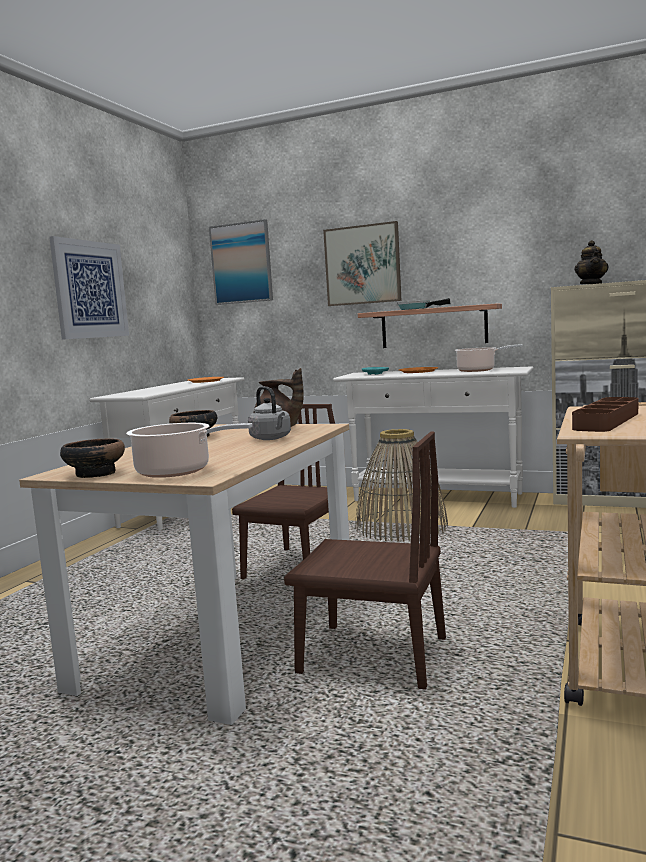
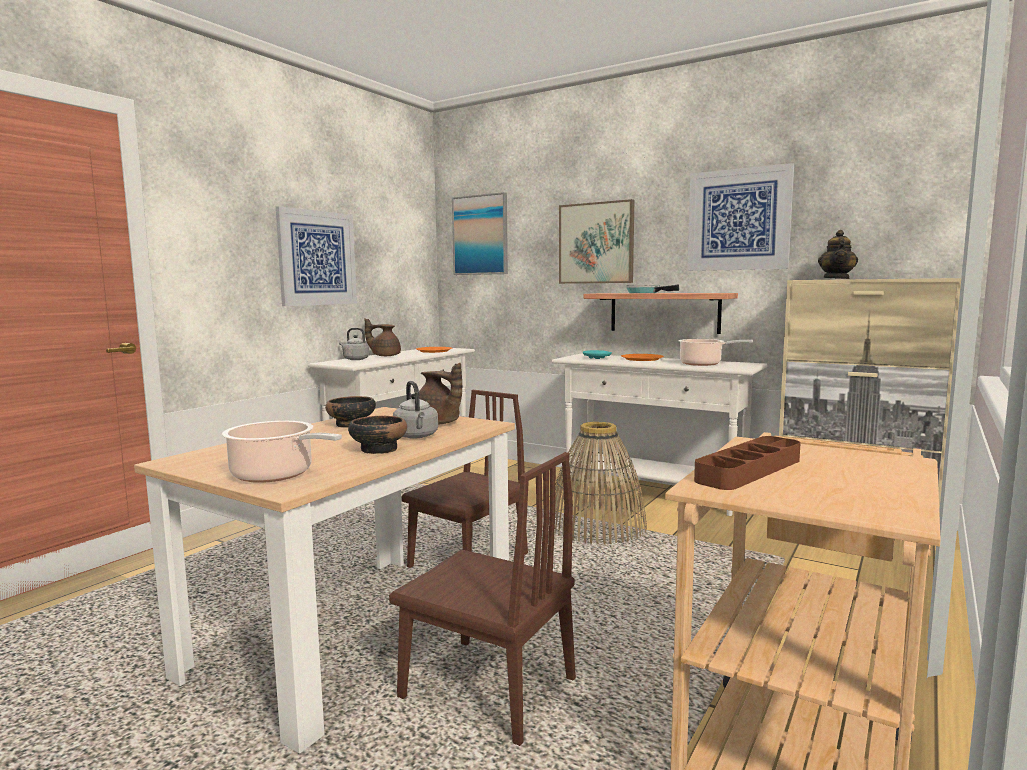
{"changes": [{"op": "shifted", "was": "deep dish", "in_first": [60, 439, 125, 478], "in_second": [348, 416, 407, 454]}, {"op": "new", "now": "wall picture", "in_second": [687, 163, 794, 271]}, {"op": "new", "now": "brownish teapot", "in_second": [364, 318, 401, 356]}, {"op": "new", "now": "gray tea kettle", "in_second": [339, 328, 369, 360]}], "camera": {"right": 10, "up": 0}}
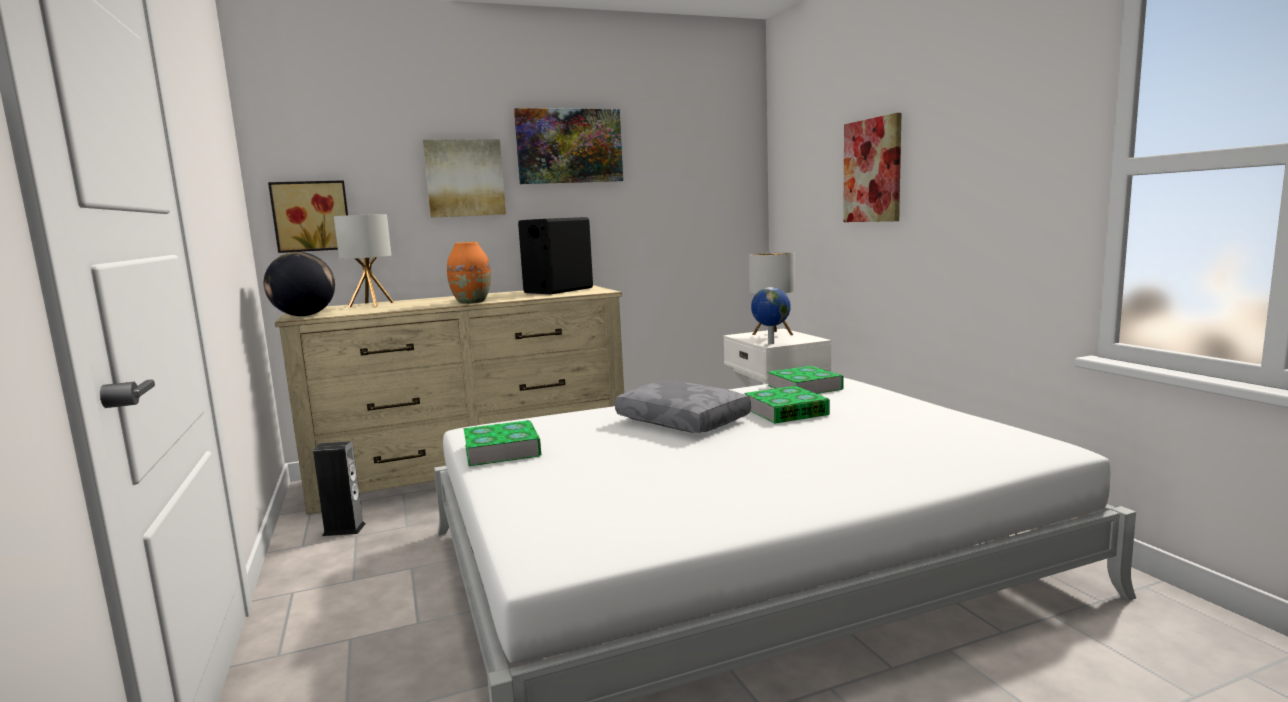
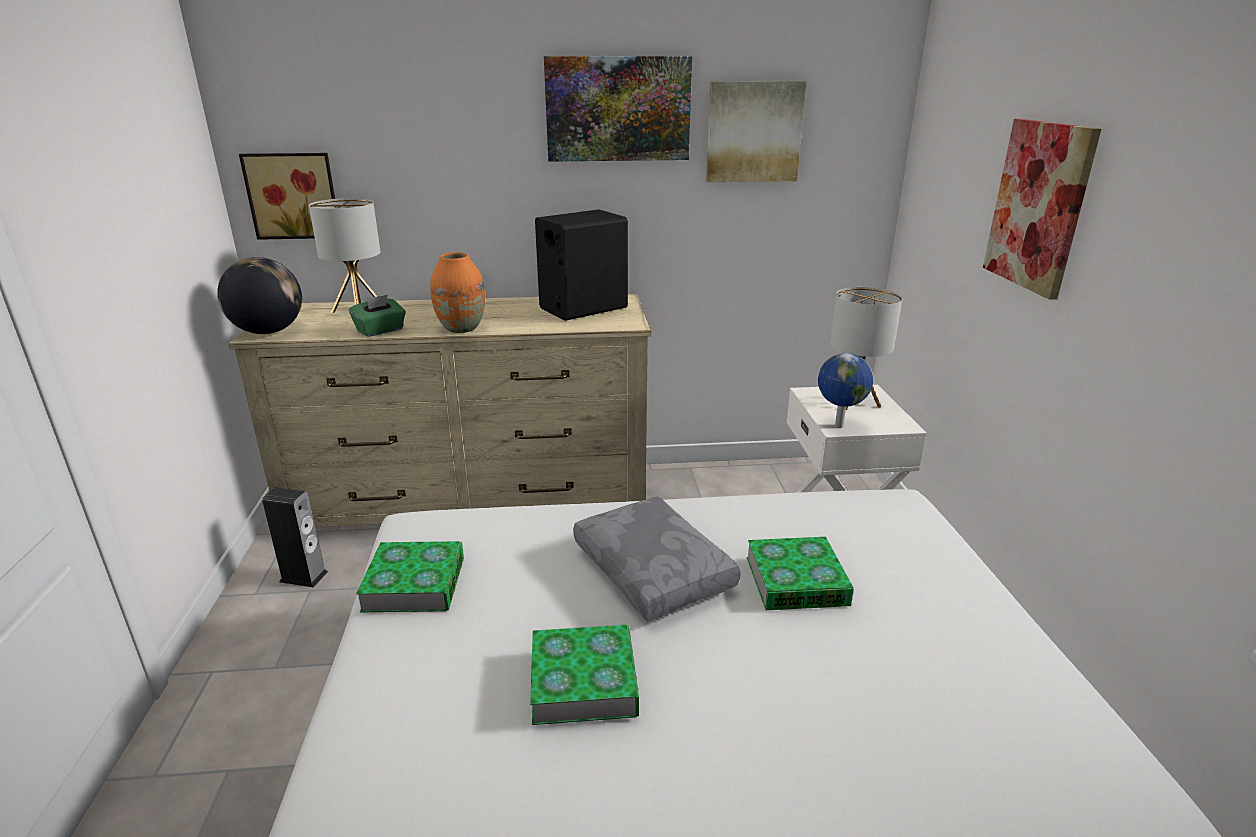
{"changes": [{"op": "shifted", "was": "wall picture", "in_first": [423, 139, 506, 218], "in_second": [706, 81, 807, 182]}, {"op": "shifted", "was": "book", "in_first": [767, 366, 844, 394], "in_second": [530, 625, 639, 725]}, {"op": "new", "now": "green tissue box", "in_second": [349, 295, 406, 337]}], "camera": {"right": 15, "up": 15}}
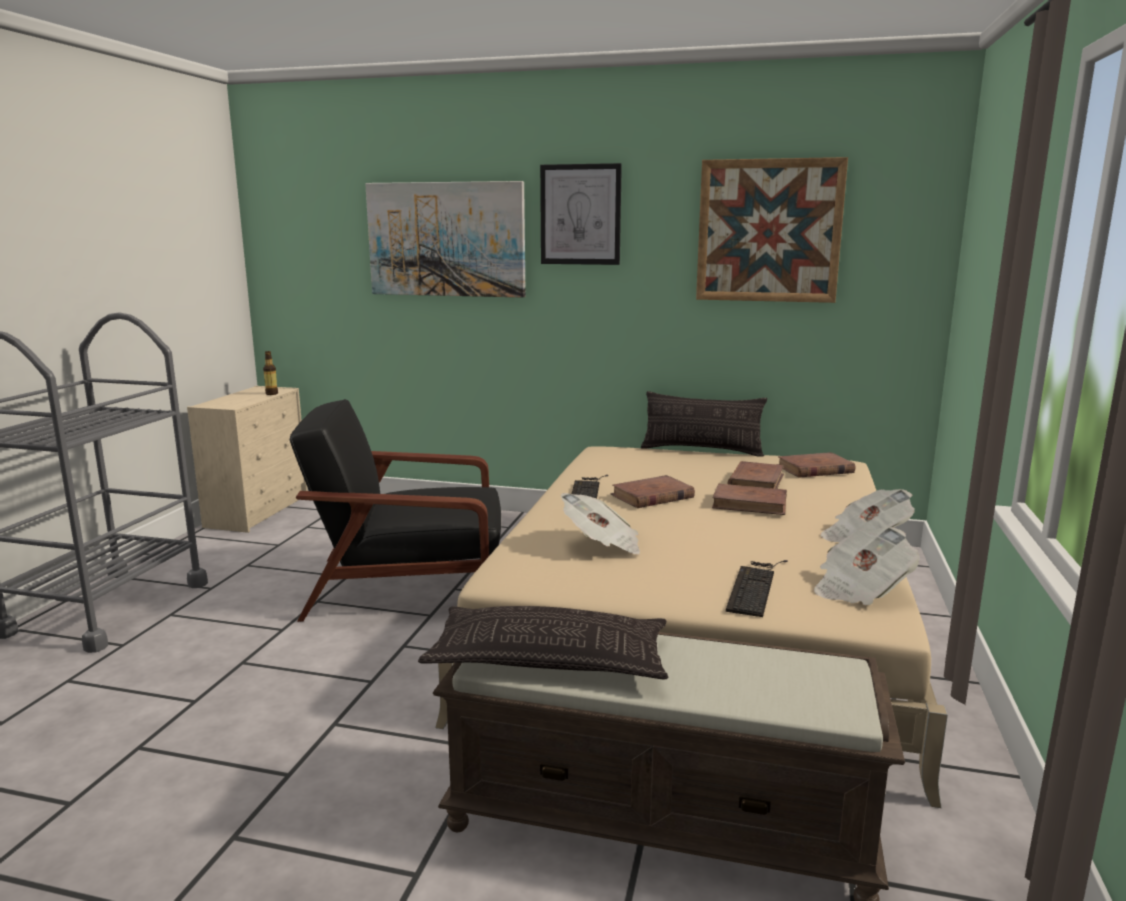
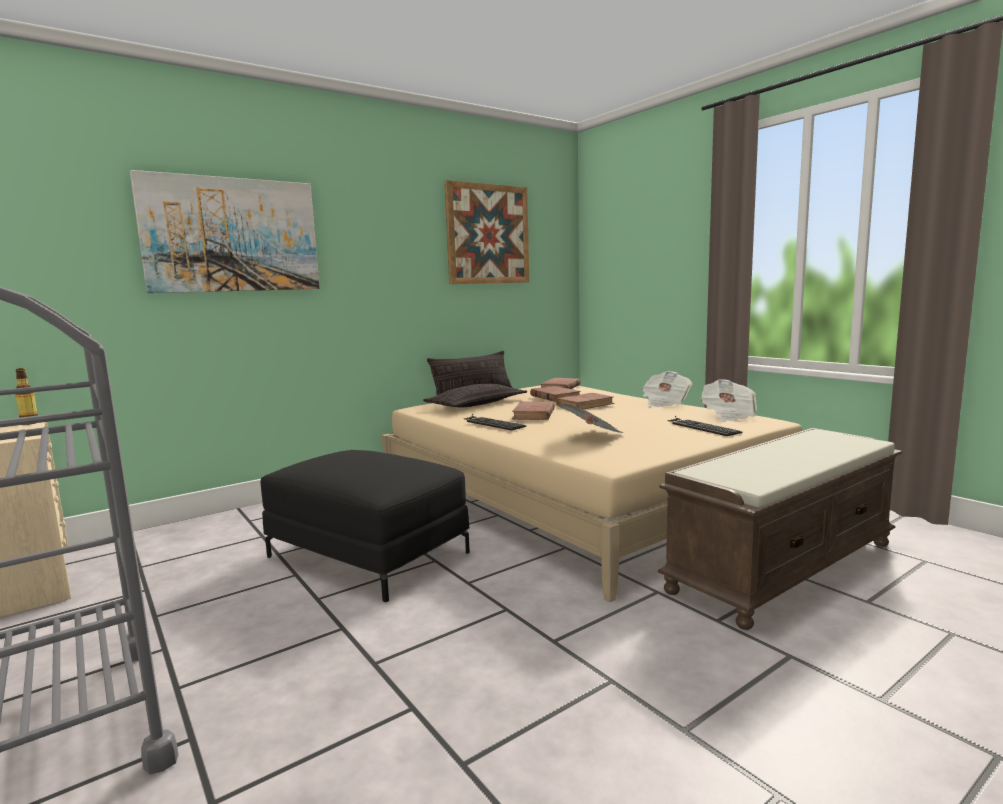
{"changes": [{"op": "gone", "was": "wall picture", "in_first": [540, 163, 622, 265]}, {"op": "swapped", "was": "black-coloured lounge chair", "now": "black-coloured pouffe", "in_first": [290, 399, 501, 622], "in_second": [260, 450, 470, 602]}, {"op": "shifted", "was": "throw pillow", "in_first": [418, 606, 669, 680], "in_second": [423, 383, 527, 407]}], "camera": {"right": -50, "up": -5}}
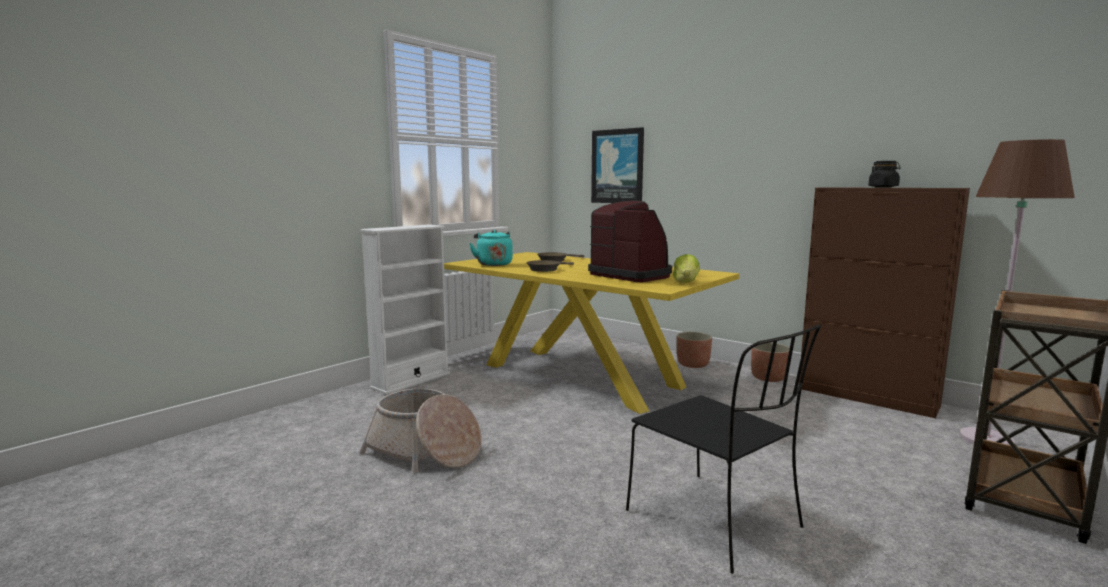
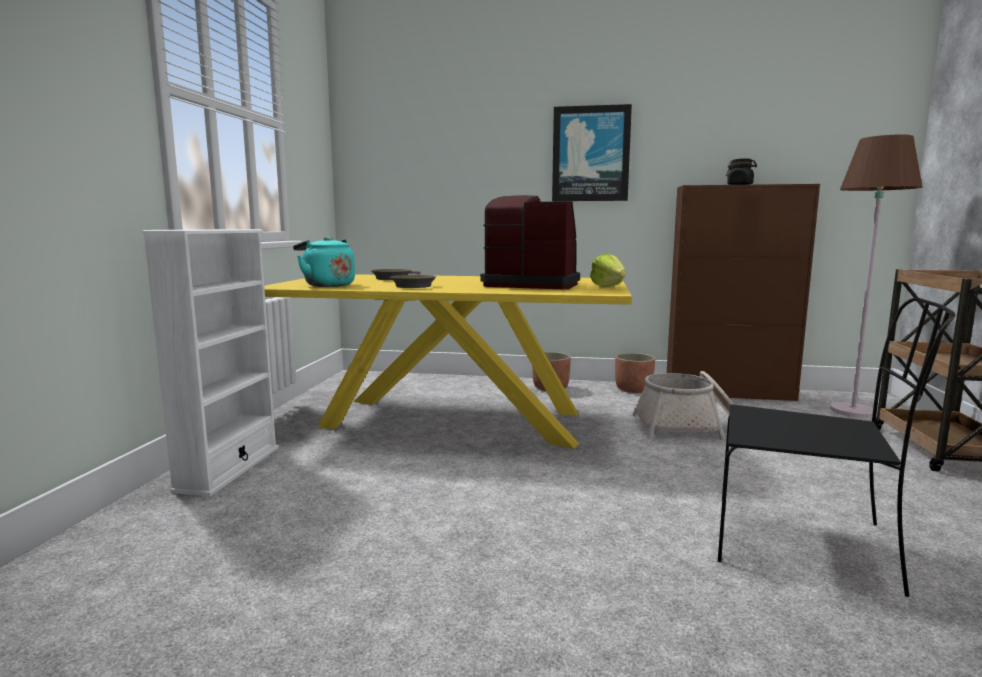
{"changes": [{"op": "shifted", "was": "wall picture", "in_first": [591, 127, 644, 203], "in_second": [552, 104, 632, 201]}, {"op": "shifted", "was": "household basket", "in_first": [360, 388, 482, 472], "in_second": [632, 371, 734, 440]}], "camera": {"right": -30, "up": 0}}
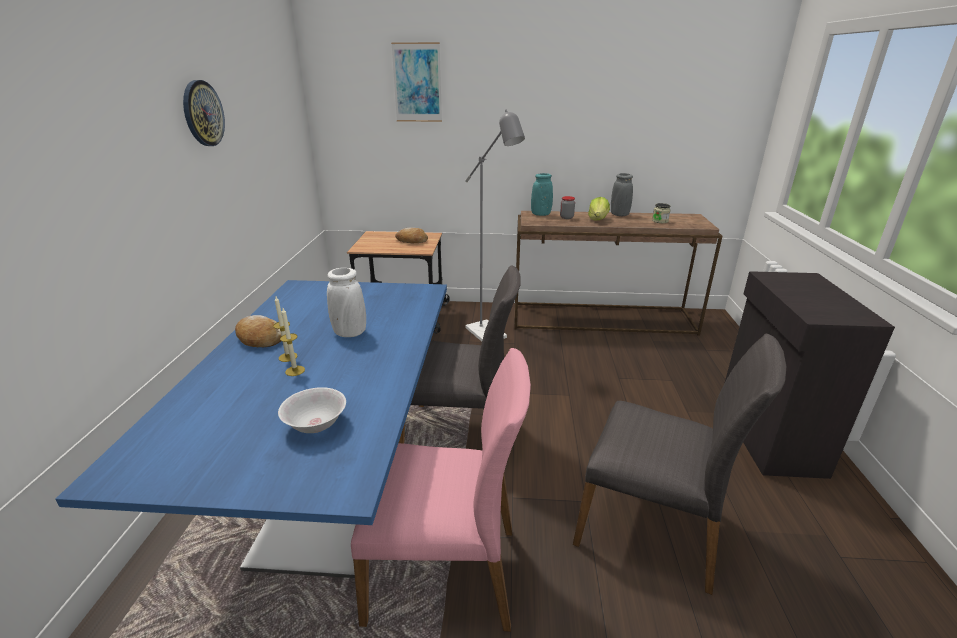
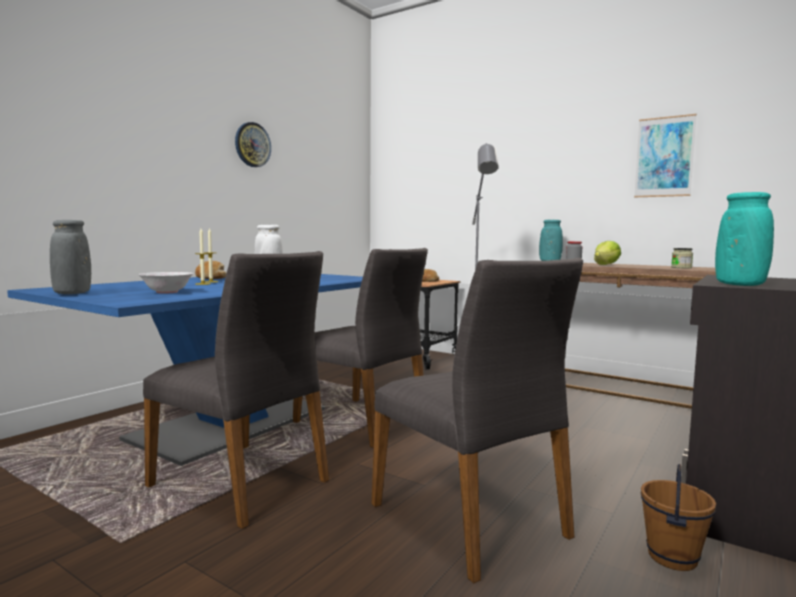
{"changes": [{"op": "shifted", "was": "wall picture", "in_first": [391, 42, 442, 122], "in_second": [634, 114, 697, 197]}, {"op": "shifted", "was": "gray decorative vase", "in_first": [611, 173, 633, 216], "in_second": [50, 220, 91, 294]}, {"op": "repainted", "was": "pink plain chair", "now": "gray plain chair", "in_first": [351, 348, 531, 632], "in_second": [143, 251, 329, 529]}, {"op": "new", "now": "turquoise-coloured decorative vase", "in_second": [715, 192, 774, 286]}, {"op": "new", "now": "brownish water bucket", "in_second": [641, 464, 716, 571]}], "camera": {"right": 30, "up": -20}}
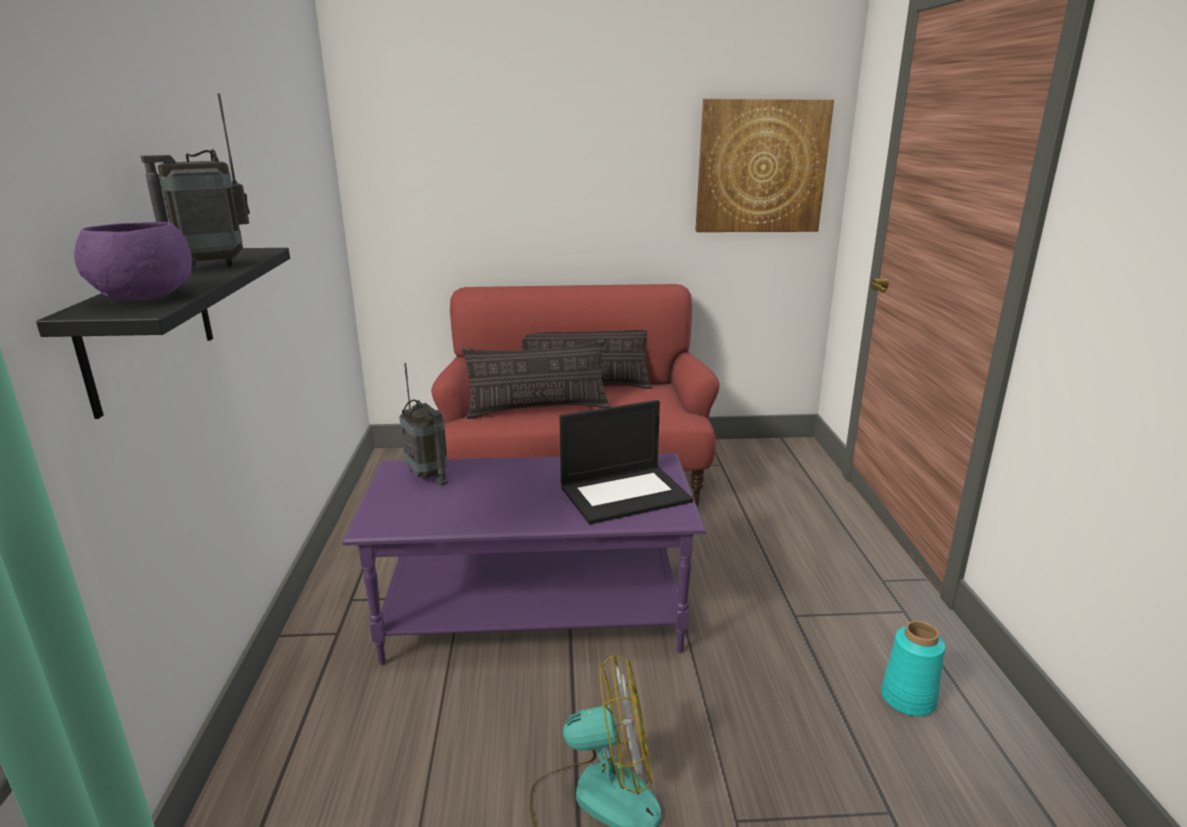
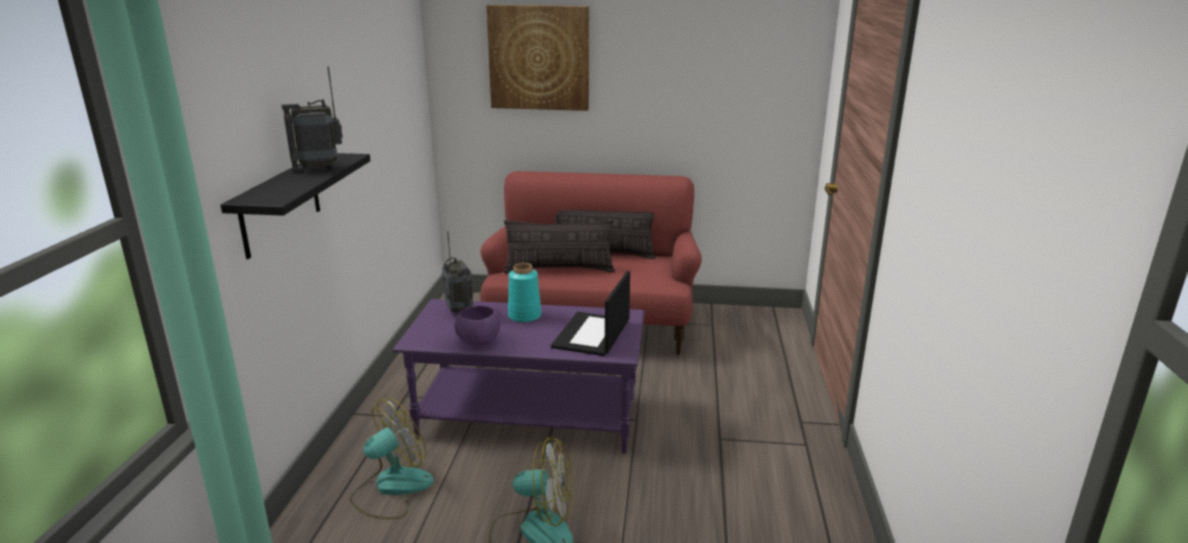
{"changes": [{"op": "shifted", "was": "wall picture", "in_first": [695, 99, 834, 232], "in_second": [486, 5, 589, 111]}, {"op": "shifted", "was": "purple deep dish", "in_first": [74, 222, 192, 300], "in_second": [455, 306, 500, 345]}, {"op": "rotated", "was": "notebook computer", "in_first": [559, 400, 693, 524], "in_second": [551, 271, 630, 356], "clockwise": 120}, {"op": "shifted", "was": "turquoise-coloured decorative vase", "in_first": [881, 621, 945, 716], "in_second": [508, 263, 541, 323]}, {"op": "new", "now": "cooling fan", "in_second": [349, 398, 434, 519]}], "camera": {"right": 10, "up": 0}}
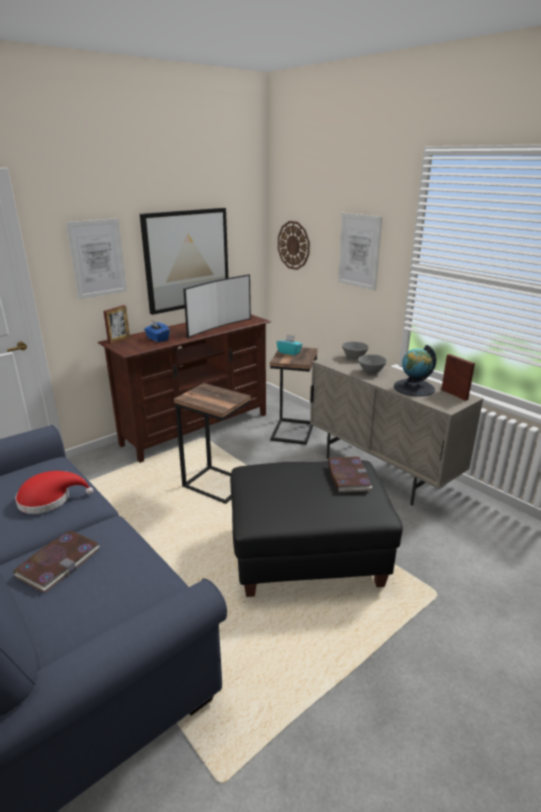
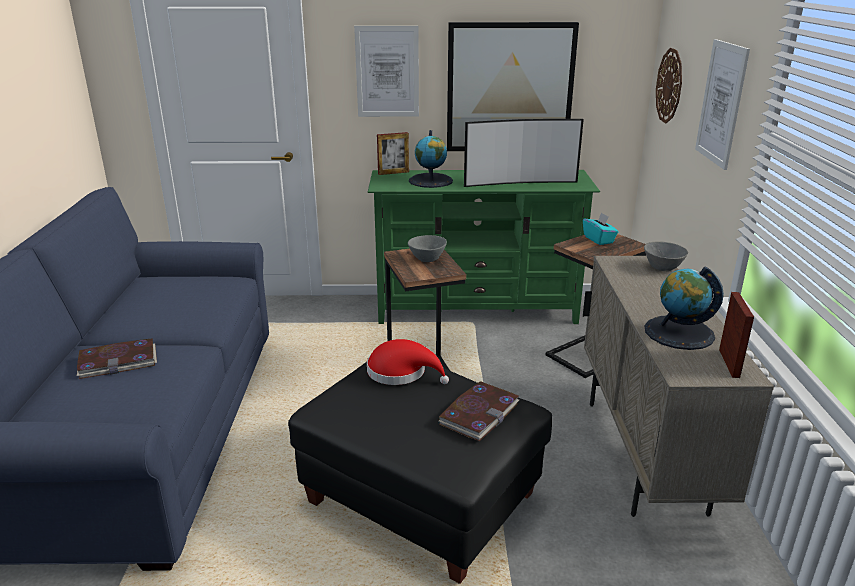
{"changes": [{"op": "repainted", "was": "brownish tv unit", "now": "green tv unit", "in_first": [98, 314, 271, 463], "in_second": [368, 170, 600, 324]}, {"op": "swapped", "was": "blue tissue box", "now": "globe", "in_first": [144, 320, 170, 342], "in_second": [409, 130, 453, 188]}, {"op": "shifted", "was": "gray deep dish", "in_first": [358, 354, 387, 374], "in_second": [408, 235, 447, 262]}, {"op": "shifted", "was": "reddish wearable hat", "in_first": [15, 471, 93, 514], "in_second": [367, 339, 449, 385]}], "camera": {"right": 40, "up": 0}}
